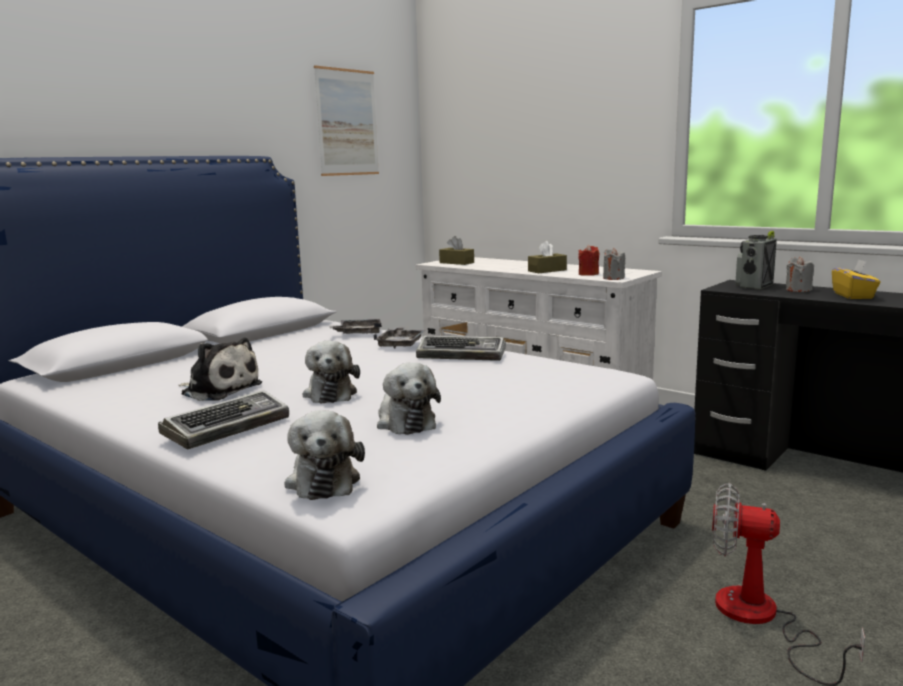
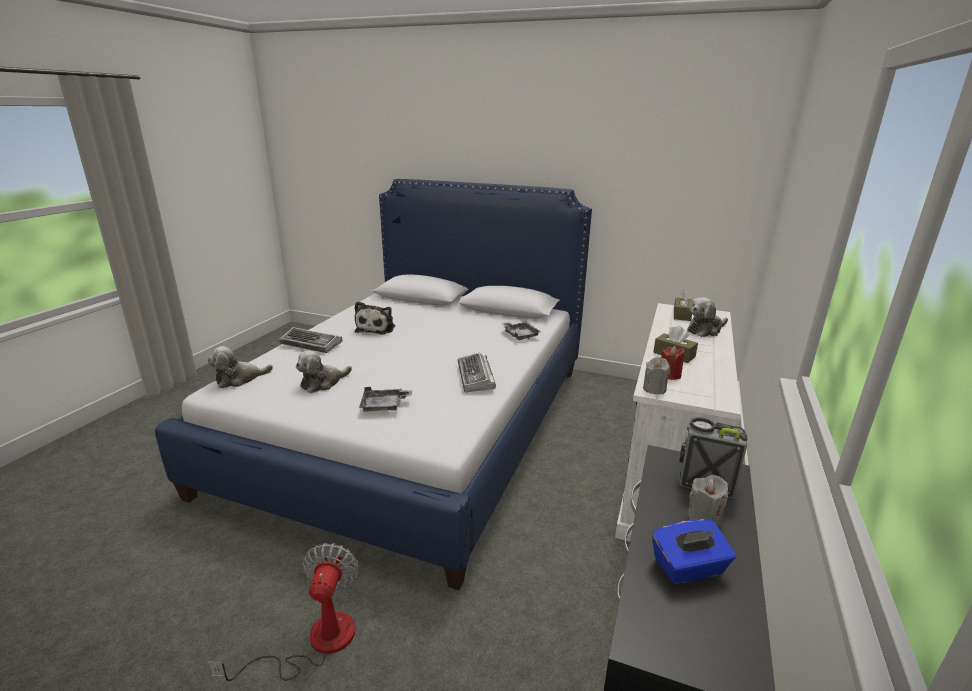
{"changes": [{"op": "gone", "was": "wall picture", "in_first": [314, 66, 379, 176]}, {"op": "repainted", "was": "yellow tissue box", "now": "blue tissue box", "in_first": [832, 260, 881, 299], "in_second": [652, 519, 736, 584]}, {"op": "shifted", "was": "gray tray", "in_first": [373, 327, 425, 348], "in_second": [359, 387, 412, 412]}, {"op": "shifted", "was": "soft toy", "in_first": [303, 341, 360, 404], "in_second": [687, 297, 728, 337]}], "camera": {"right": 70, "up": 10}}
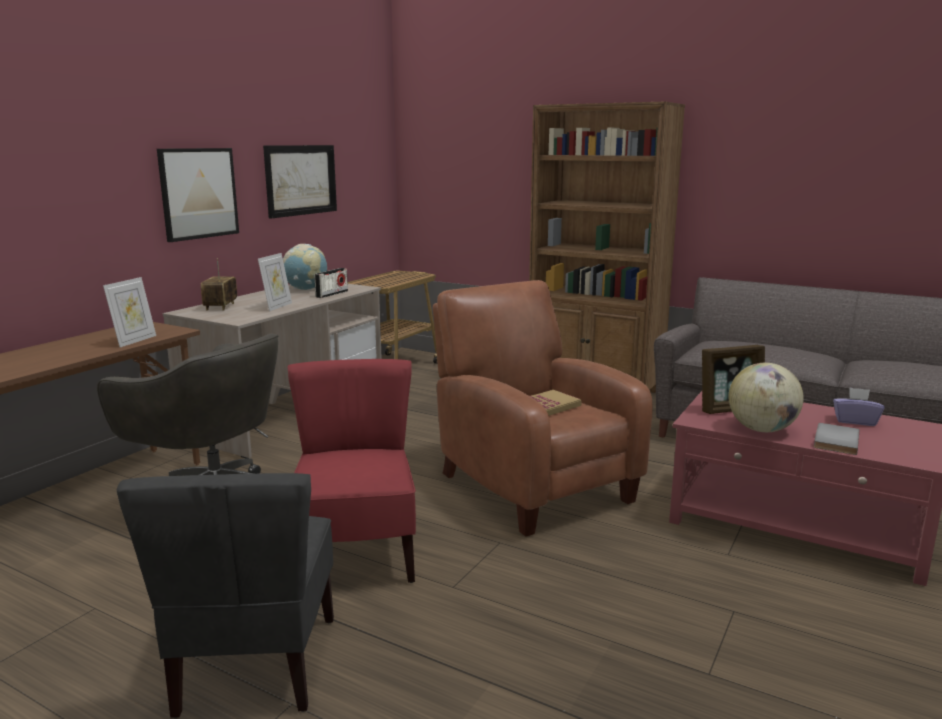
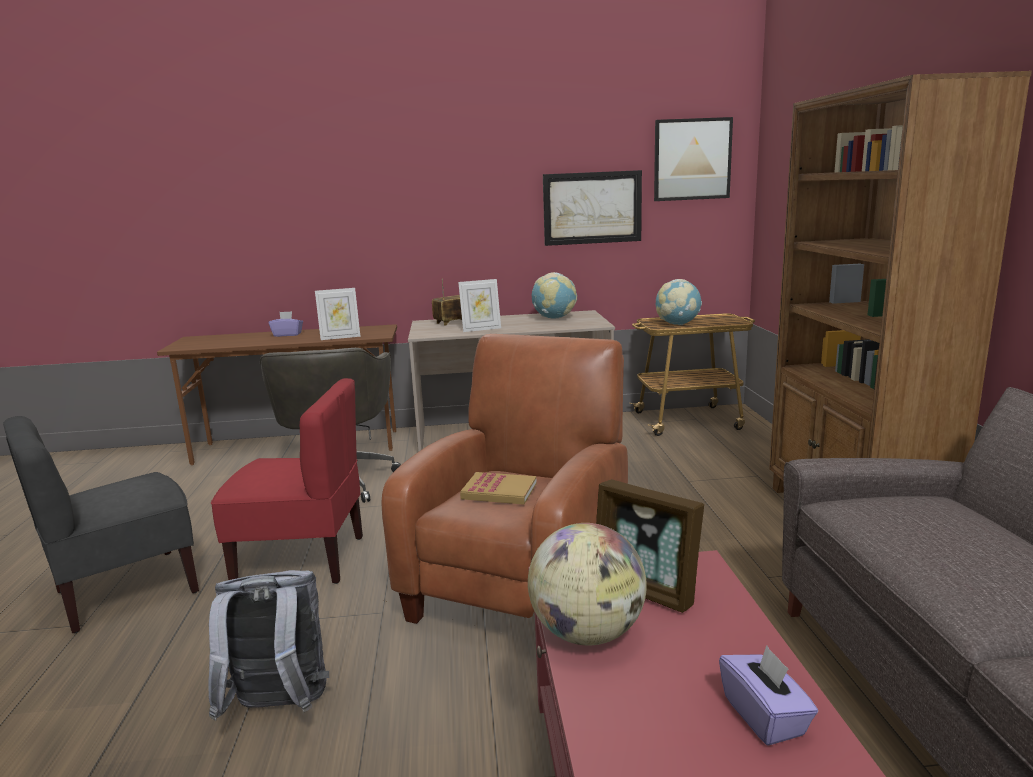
{"changes": [{"op": "shifted", "was": "wall picture", "in_first": [157, 148, 239, 242], "in_second": [654, 117, 733, 201]}, {"op": "gone", "was": "radio receiver", "in_first": [314, 268, 348, 298]}, {"op": "rotated", "was": "reddish plain chair", "in_first": [288, 359, 416, 583], "in_second": [211, 378, 363, 584], "clockwise": 45}, {"op": "gone", "was": "gray book", "in_first": [814, 423, 859, 455]}, {"op": "new", "now": "globe", "in_second": [656, 279, 702, 325]}, {"op": "new", "now": "purple tissue box", "in_second": [268, 311, 303, 337]}, {"op": "new", "now": "gray backpack", "in_second": [209, 570, 329, 721]}], "camera": {"right": 55, "up": 0}}
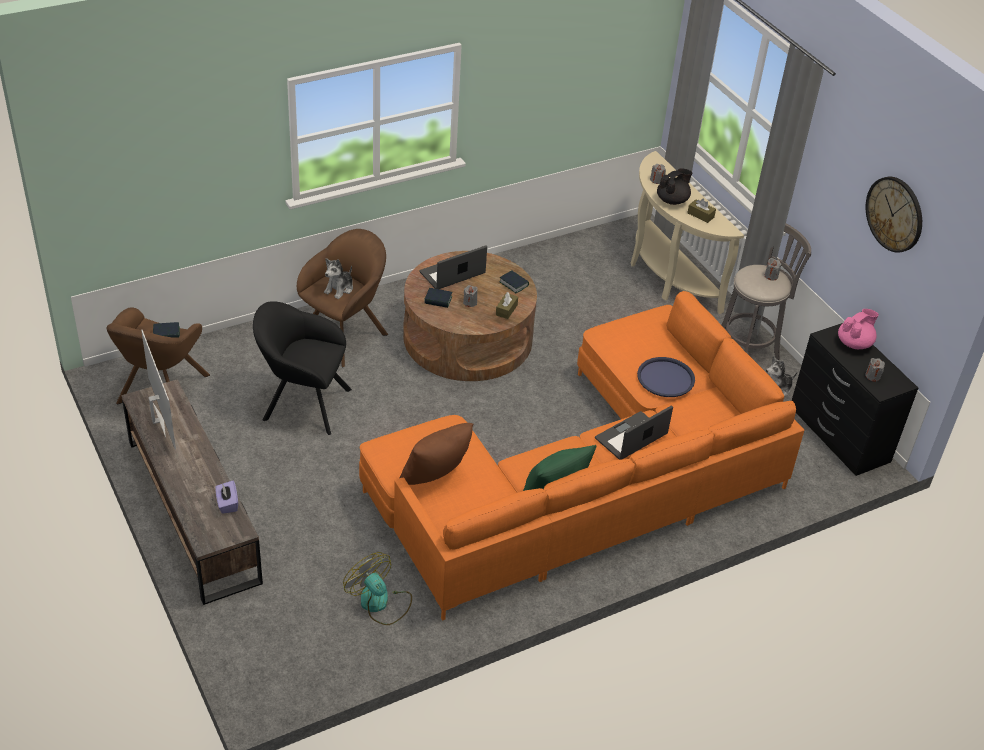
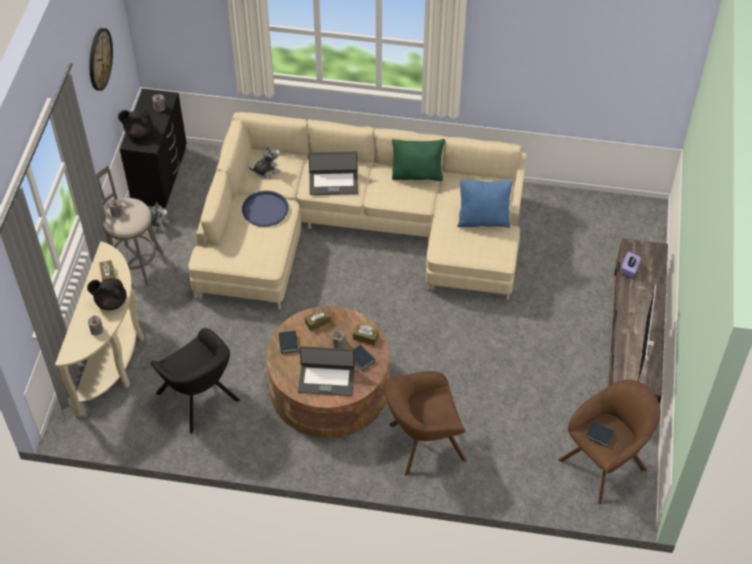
{"changes": [{"op": "shifted", "was": "soft toy", "in_first": [324, 258, 353, 299], "in_second": [249, 146, 281, 179]}, {"op": "repainted", "was": "orange sofa", "now": "beige-coloured sofa", "in_first": [359, 291, 804, 621], "in_second": [188, 112, 527, 309]}, {"op": "shifted", "was": "black-coloured lounge chair", "in_first": [253, 301, 352, 435], "in_second": [150, 328, 240, 433]}, {"op": "repainted", "was": "pink teapot", "now": "black-coloured teapot", "in_first": [838, 309, 879, 349], "in_second": [118, 110, 153, 138]}, {"op": "repainted", "was": "brownish throw pillow", "now": "blue throw pillow", "in_first": [400, 423, 473, 485], "in_second": [457, 180, 513, 228]}, {"op": "gone", "was": "cooling fan", "in_first": [343, 552, 412, 625]}, {"op": "new", "now": "brownish tissue box", "in_second": [353, 325, 379, 346]}], "camera": {"right": -140, "up": 10}}
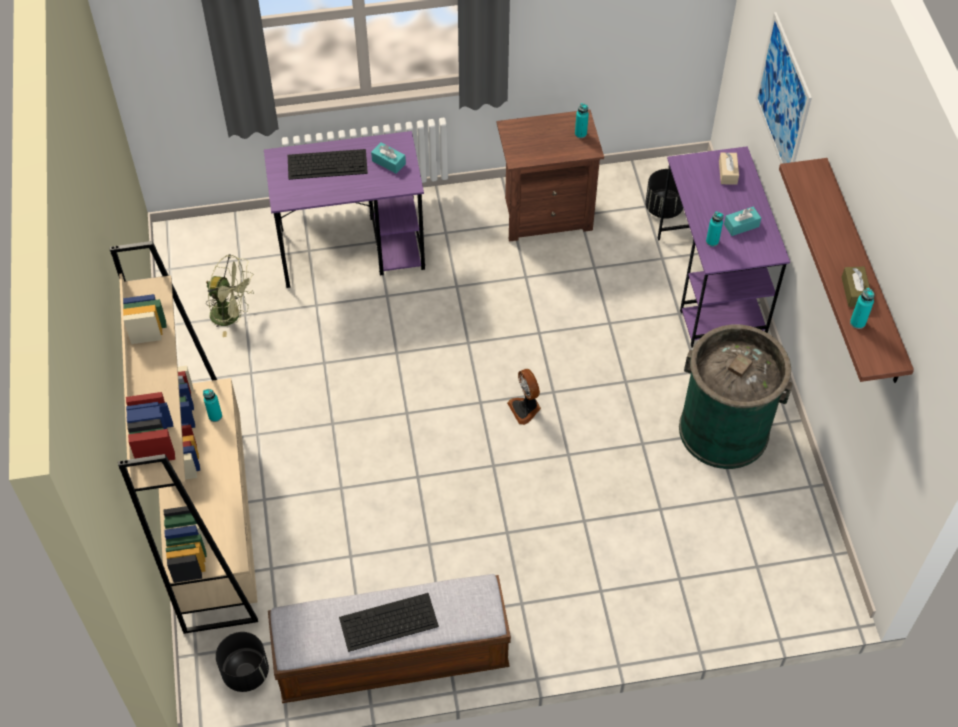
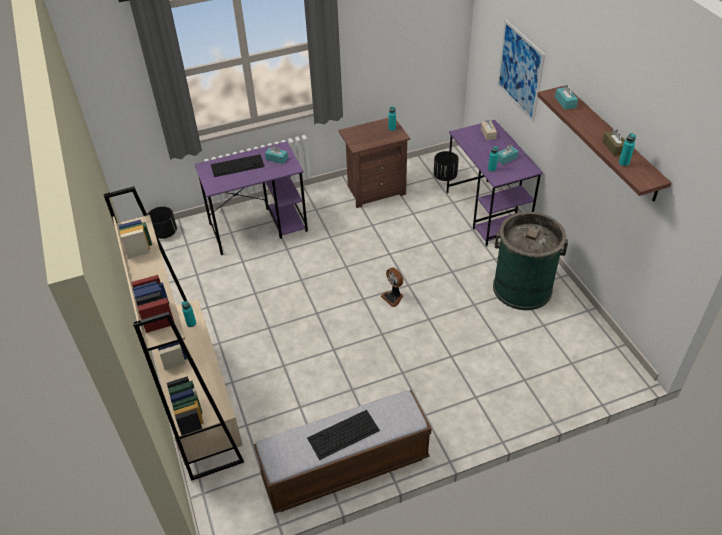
{"changes": [{"op": "gone", "was": "green cooling fan", "in_first": [206, 254, 254, 337]}, {"op": "shifted", "was": "black-coloured planter", "in_first": [216, 632, 269, 692], "in_second": [147, 207, 177, 239]}, {"op": "new", "now": "turquoise-coloured tissue box", "in_second": [555, 85, 578, 110]}], "camera": {"right": -10, "up": -10}}
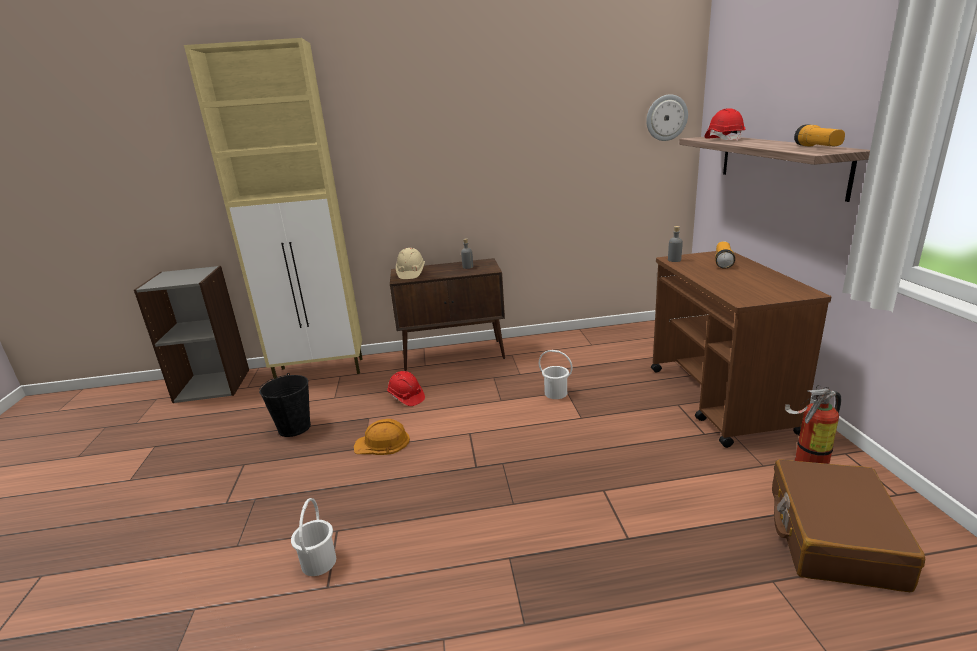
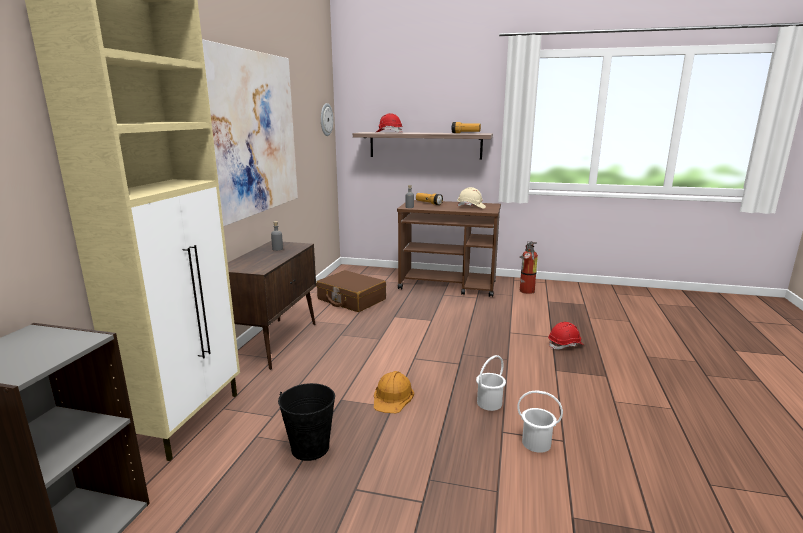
{"changes": [{"op": "shifted", "was": "beige-coloured hard hat", "in_first": [396, 248, 425, 279], "in_second": [457, 187, 486, 209]}, {"op": "shifted", "was": "white-coloured water bucket", "in_first": [539, 350, 573, 399], "in_second": [476, 355, 506, 411]}, {"op": "shifted", "was": "reddish hard hat", "in_first": [387, 371, 425, 406], "in_second": [548, 322, 584, 350]}, {"op": "shifted", "was": "brownish travel case", "in_first": [772, 459, 925, 592], "in_second": [316, 270, 386, 312]}, {"op": "new", "now": "wall picture", "in_second": [202, 39, 298, 227]}], "camera": {"right": -70, "up": -5}}
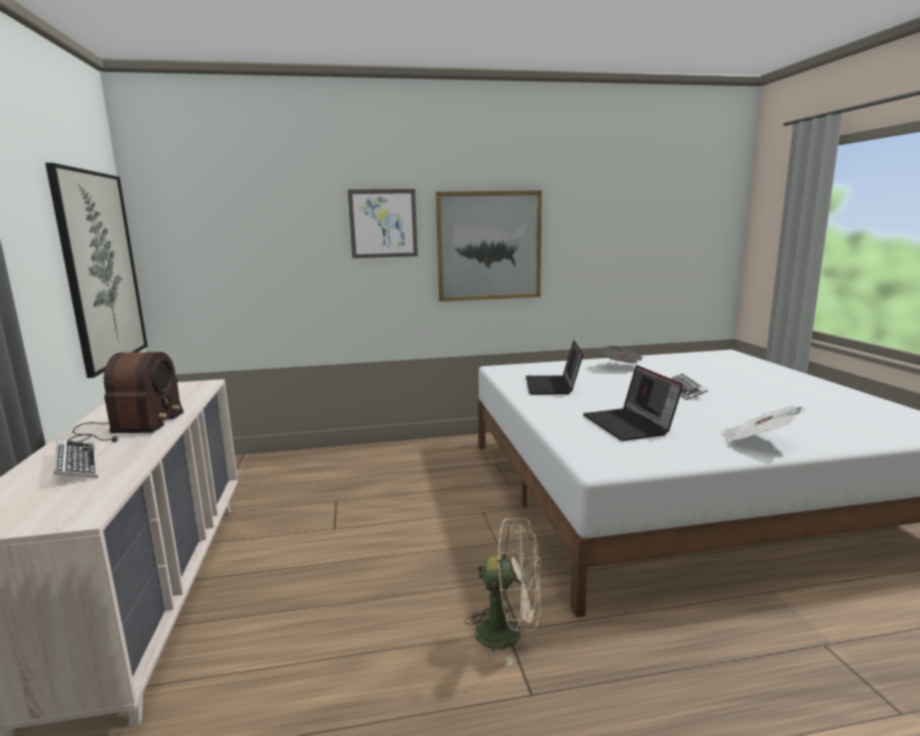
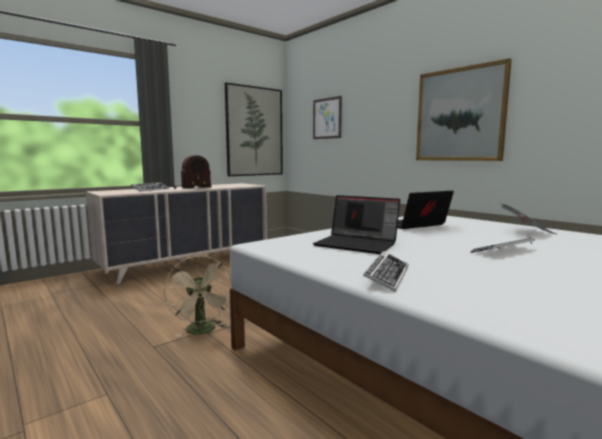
{"changes": [{"op": "shifted", "was": "wall picture", "in_first": [348, 189, 418, 258], "in_second": [313, 96, 342, 139]}, {"op": "rotated", "was": "notebook computer", "in_first": [583, 365, 683, 441], "in_second": [313, 195, 400, 254], "clockwise": -105}, {"op": "swapped", "was": "newspaper", "now": "keyboard", "in_first": [720, 406, 805, 442], "in_second": [363, 252, 408, 292]}], "camera": {"right": 60, "up": -5}}
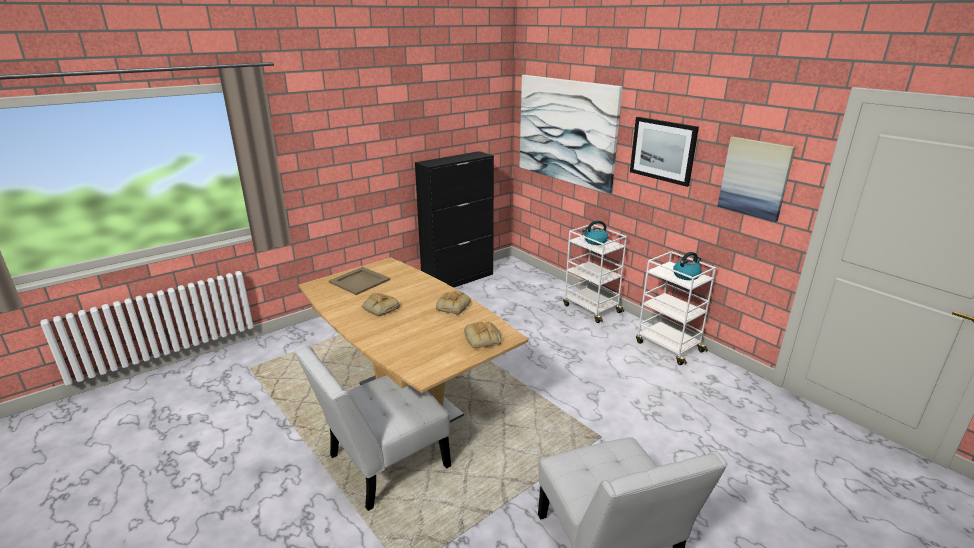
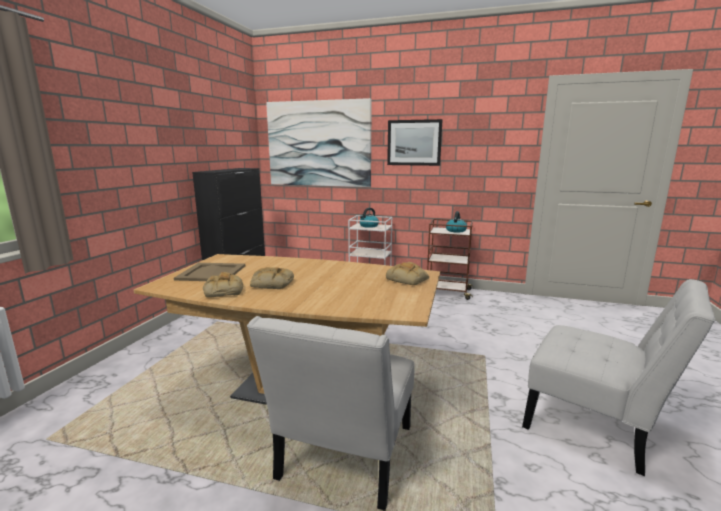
{"changes": [{"op": "gone", "was": "wall picture", "in_first": [717, 137, 796, 222]}, {"op": "repainted", "was": "white-coloured wheeled cart", "now": "brownish wheeled cart", "in_first": [636, 251, 716, 365], "in_second": [427, 219, 474, 300]}, {"op": "shifted", "was": "bakery bread", "in_first": [436, 291, 471, 315], "in_second": [203, 272, 243, 298]}], "camera": {"right": -35, "up": -10}}
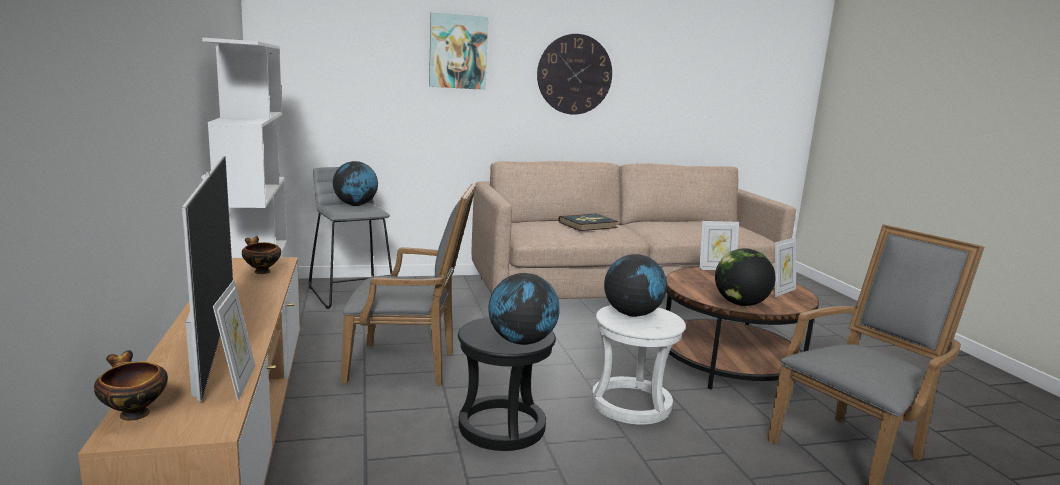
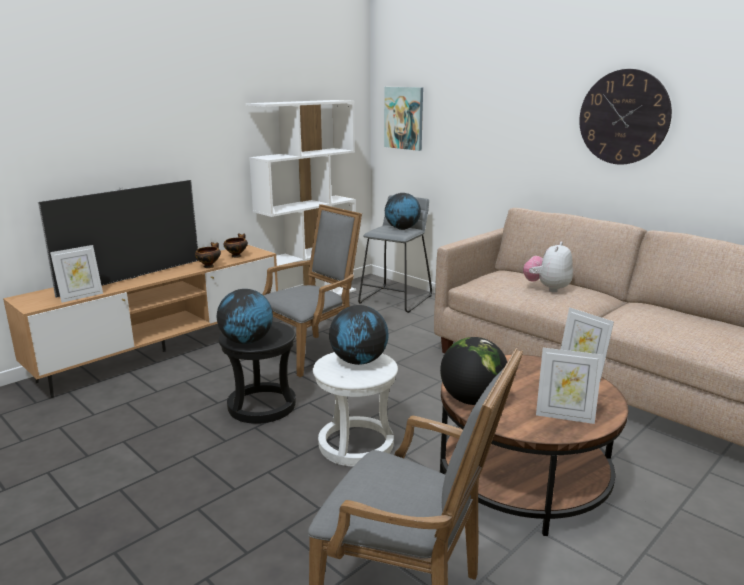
{"changes": [{"op": "shifted", "was": "wall picture", "in_first": [429, 12, 488, 90], "in_second": [384, 87, 423, 151]}, {"op": "rotated", "was": "gray lounge chair", "in_first": [341, 183, 476, 386], "in_second": [263, 204, 362, 377], "clockwise": -105}, {"op": "swapped", "was": "book", "now": "soft toy", "in_first": [559, 214, 618, 231], "in_second": [523, 242, 573, 293]}, {"op": "shifted", "was": "deep dish", "in_first": [94, 350, 168, 421], "in_second": [195, 242, 221, 268]}], "camera": {"right": 60, "up": 5}}
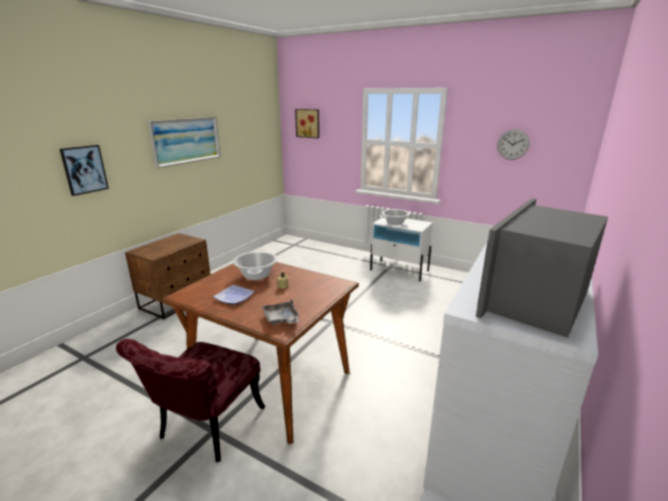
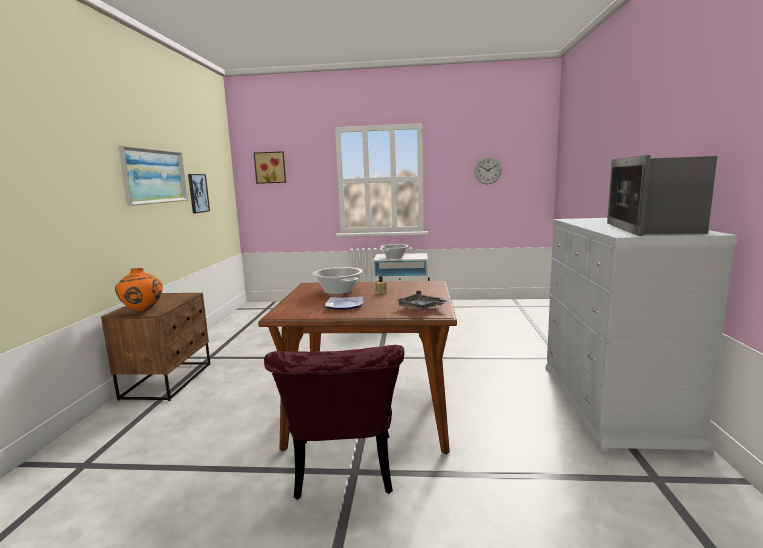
{"changes": [{"op": "shifted", "was": "wall picture", "in_first": [60, 145, 109, 196], "in_second": [188, 174, 210, 214]}, {"op": "new", "now": "orange decorative vase", "in_second": [115, 268, 163, 312]}], "camera": {"right": -25, "up": -10}}
